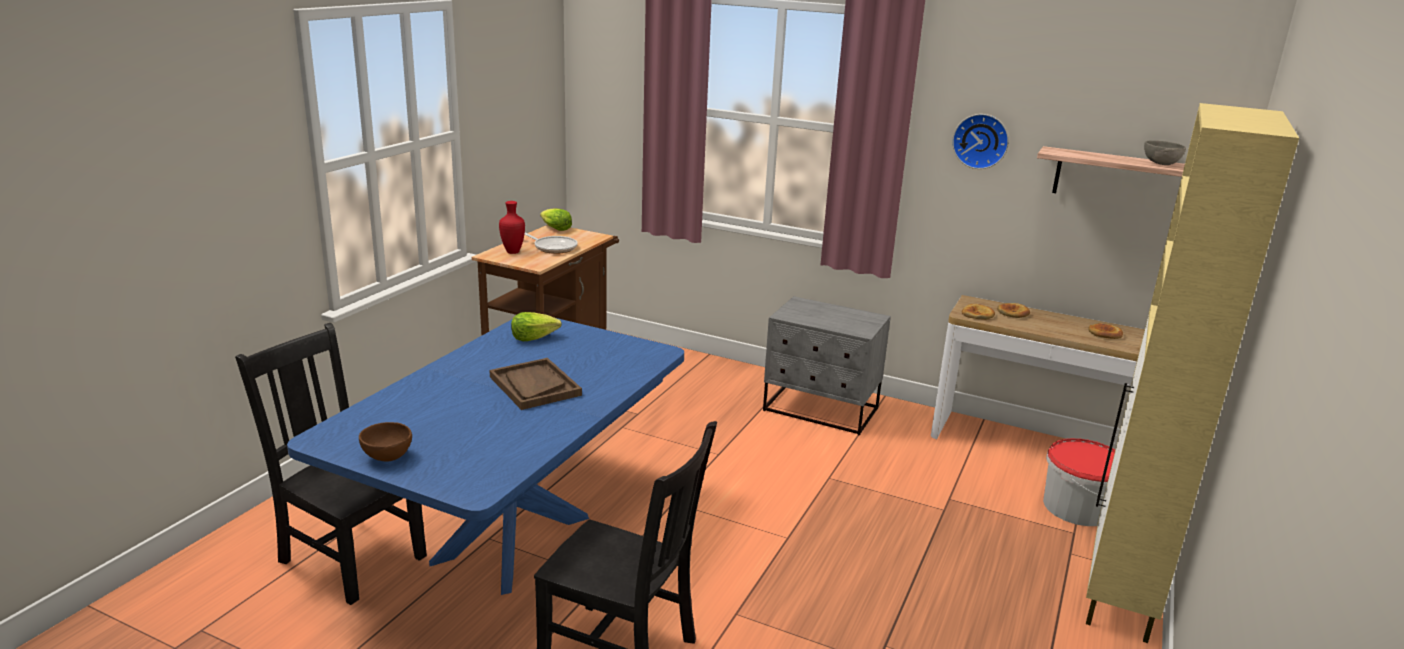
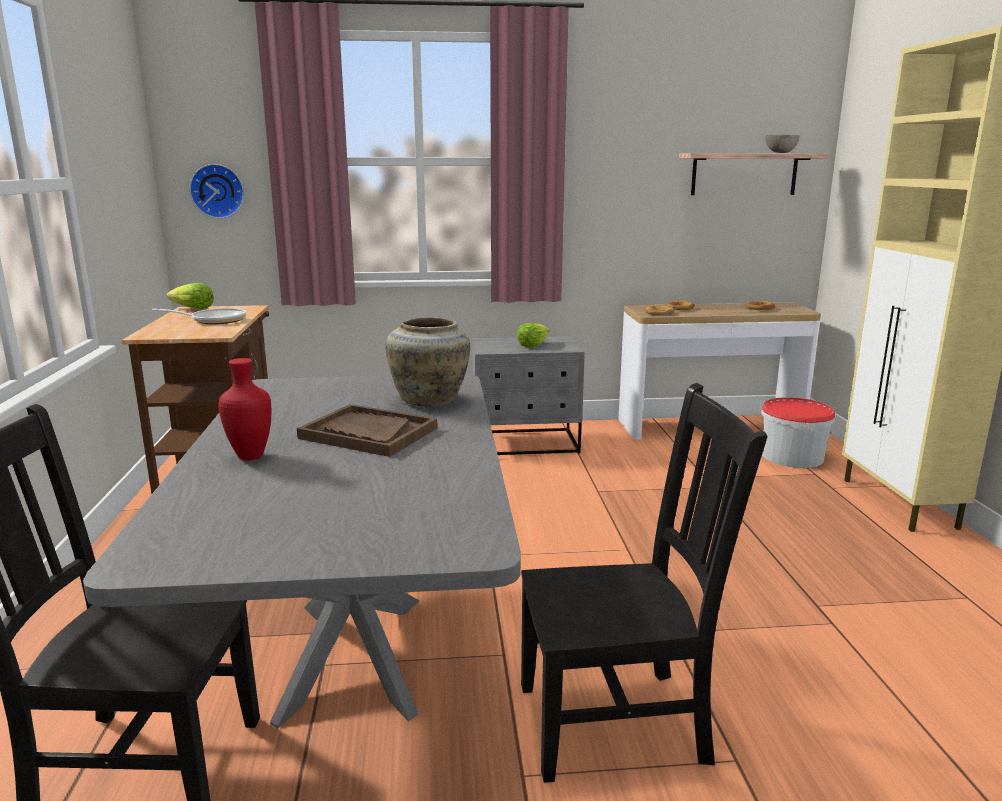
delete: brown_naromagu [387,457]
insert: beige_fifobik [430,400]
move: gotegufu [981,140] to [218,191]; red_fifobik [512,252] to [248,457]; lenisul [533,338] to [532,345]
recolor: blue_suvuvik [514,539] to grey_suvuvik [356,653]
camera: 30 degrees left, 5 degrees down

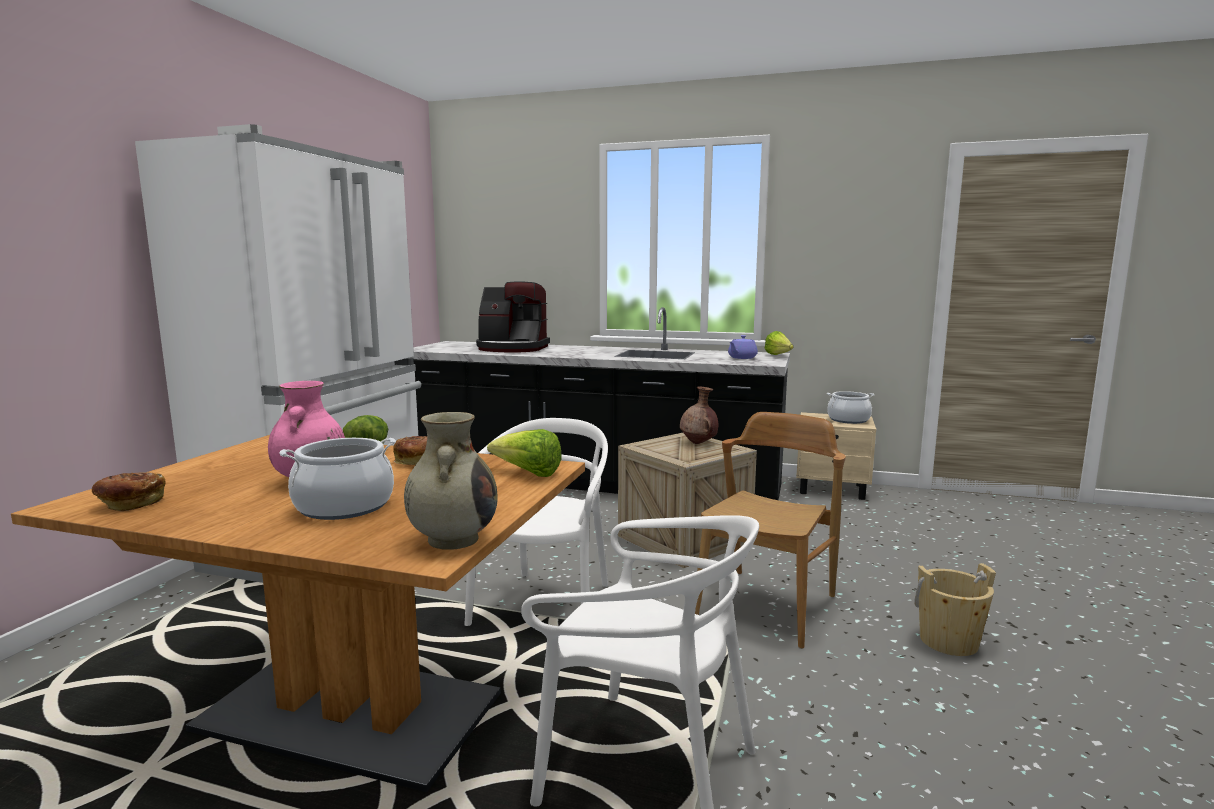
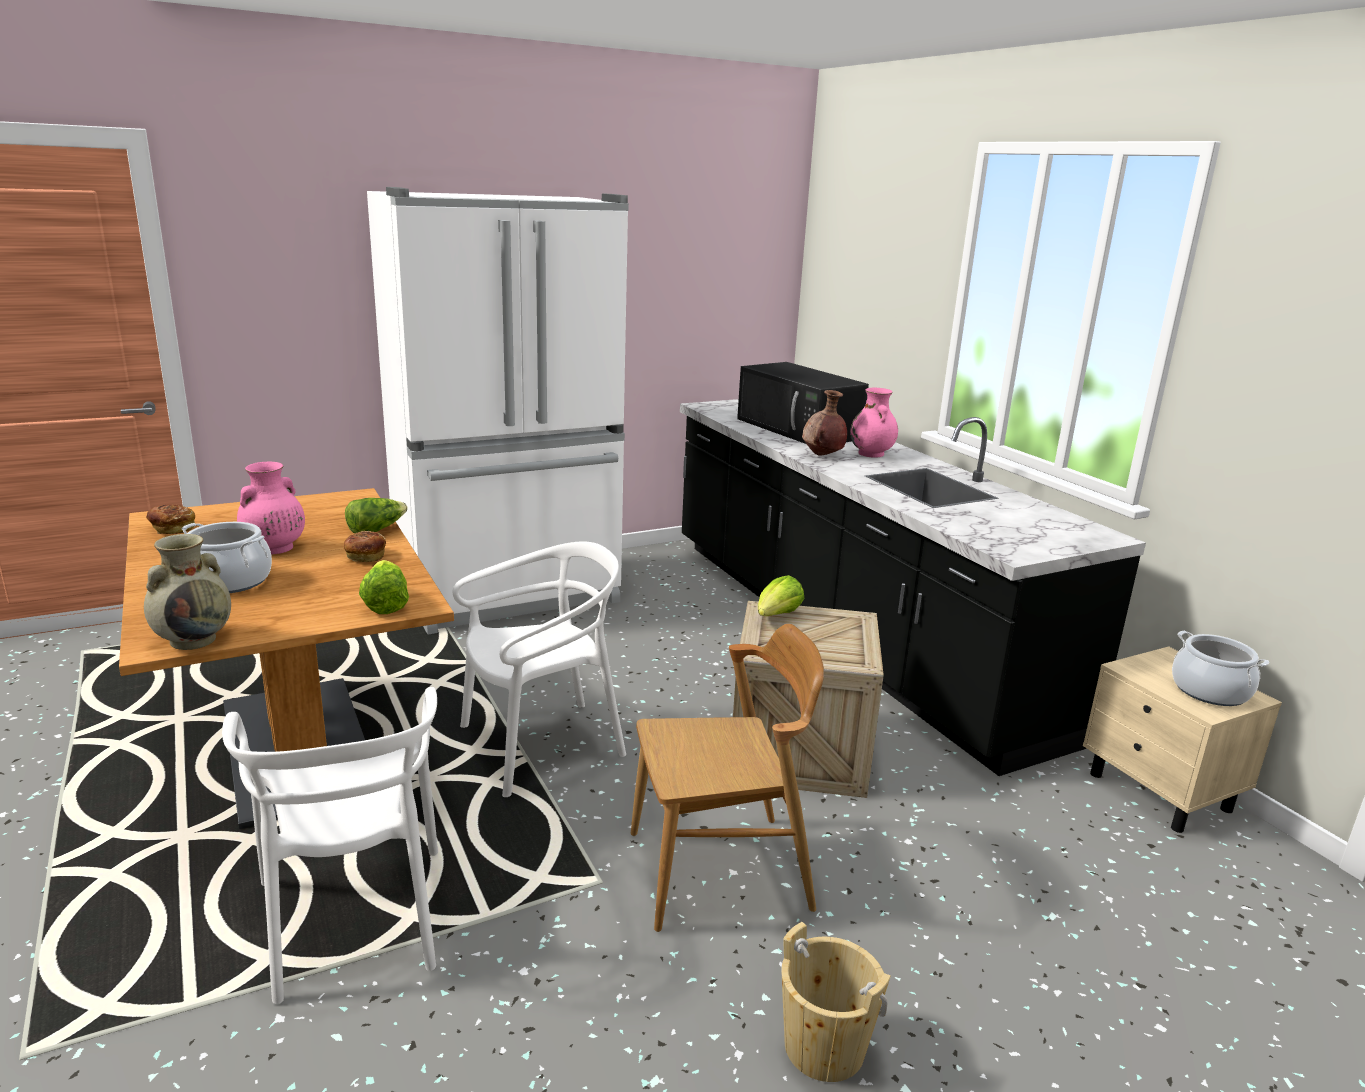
delete: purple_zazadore [741,358]
insert: pink_fifobik [871,454]
move: lenisul [779,356] to [777,616]; brown_fifobik [699,443] to [822,455]
replace: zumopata [512,348] to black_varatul [799,429]
camera: 45 degrees right, 10 degrees up

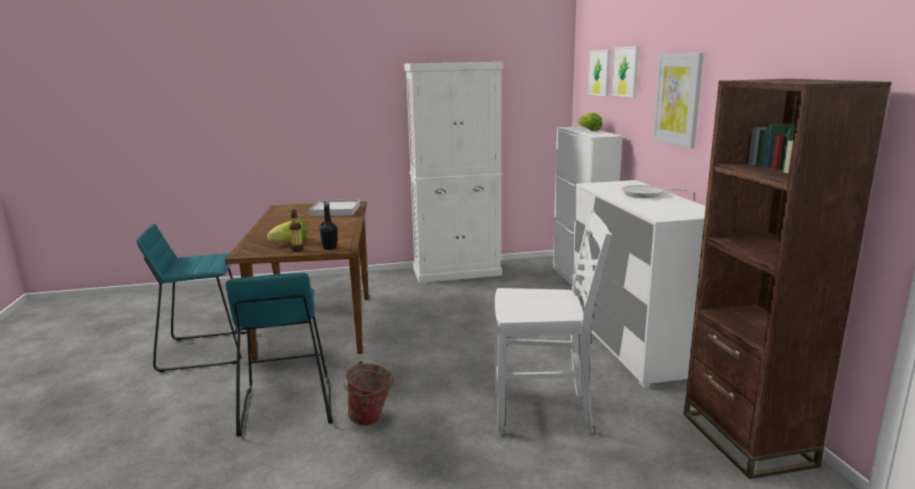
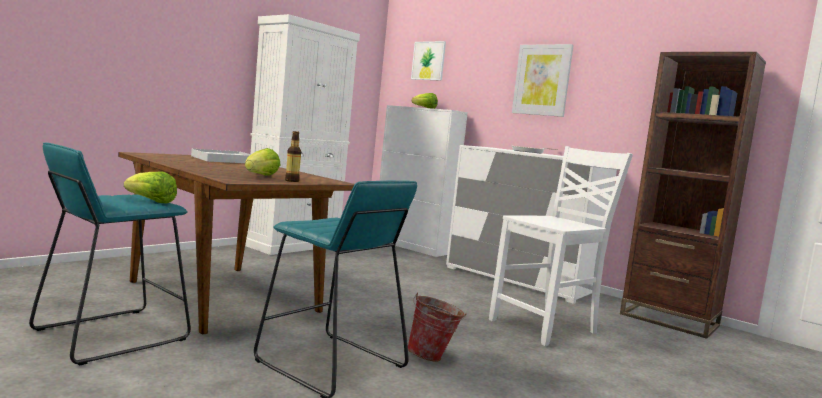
delete: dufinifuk [626,71]; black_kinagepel [330,248]
insert: lenisul [151,201]
camera: 40 degrees left, 10 degrees down

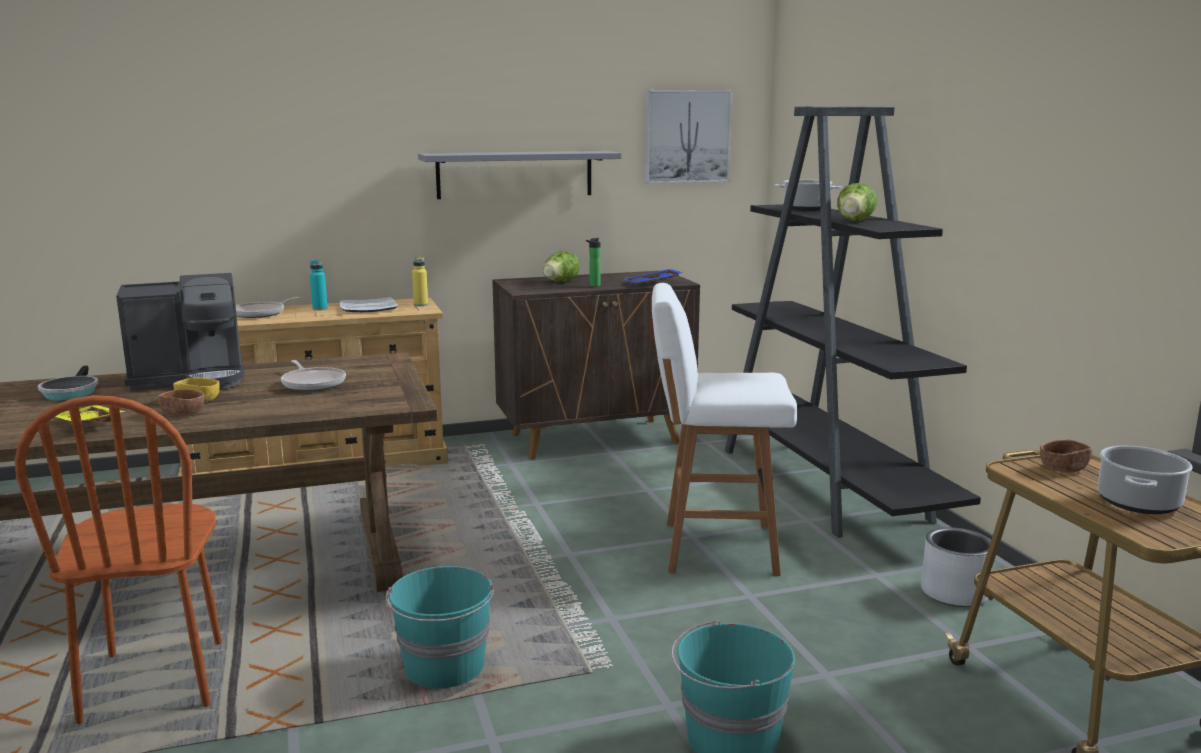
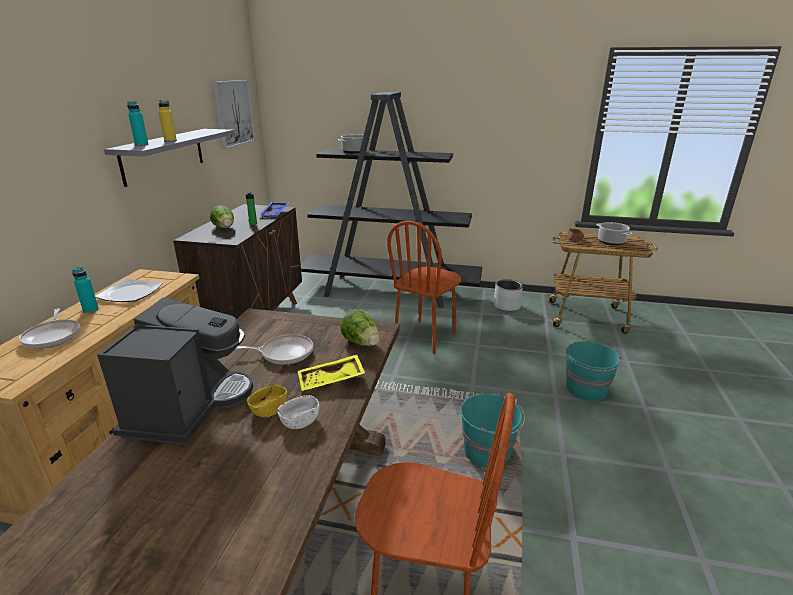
delete: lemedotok [70,392]
insert: turquoise_kinagepel [142,145]
move: lenisul [854,221] to [362,343]; yellow_kinagepel [421,305] to [170,141]; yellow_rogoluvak [85,425] to [331,380]
replace: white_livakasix [714,548] to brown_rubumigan [425,336]
recolor: brown_naromagu [183,413] to white_naromagu [300,421]
camera: 60 degrees left, 10 degrees up

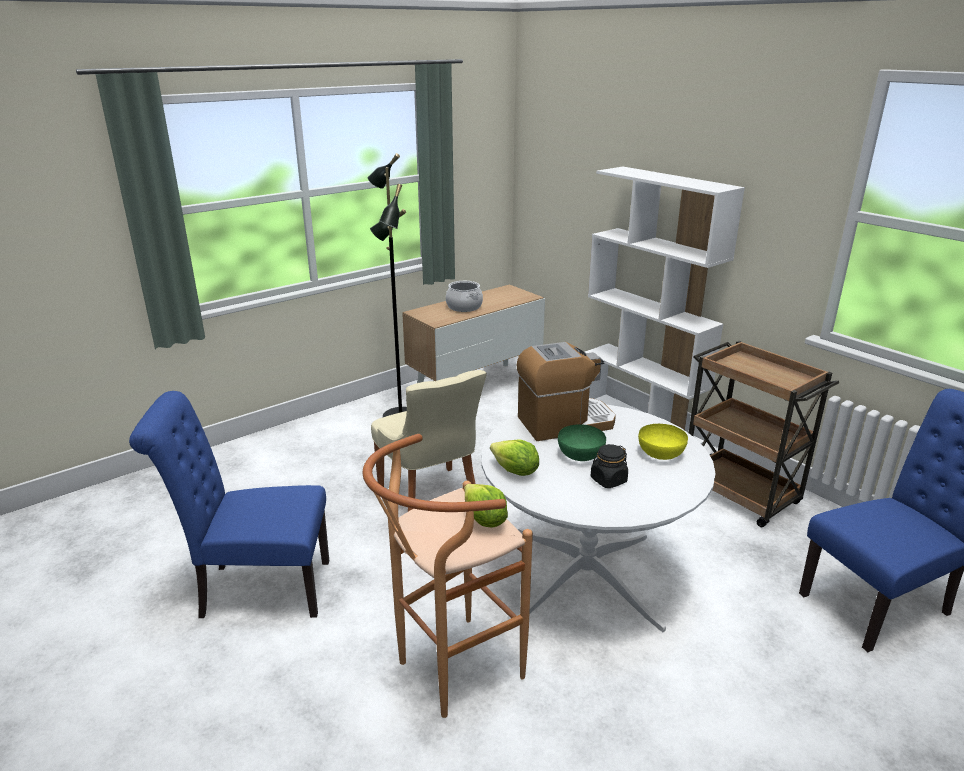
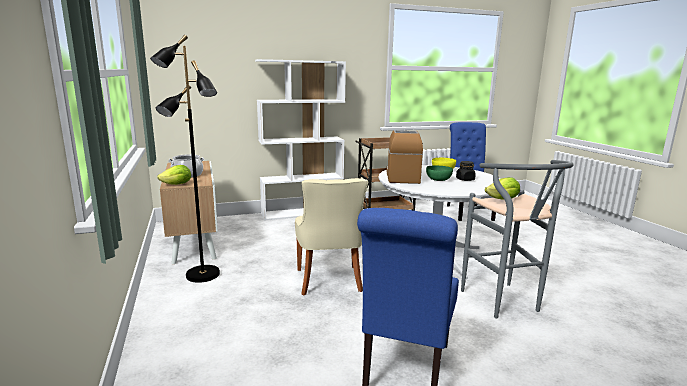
move: lenisul [515,471] to [177,184]
recolor: brown_livakasix [449,672] to grey_livakasix [504,304]
rotate: beige_rubumigan [431,498] = [329,281] 90 degrees clockwise
camera: 70 degrees left, 10 degrees down

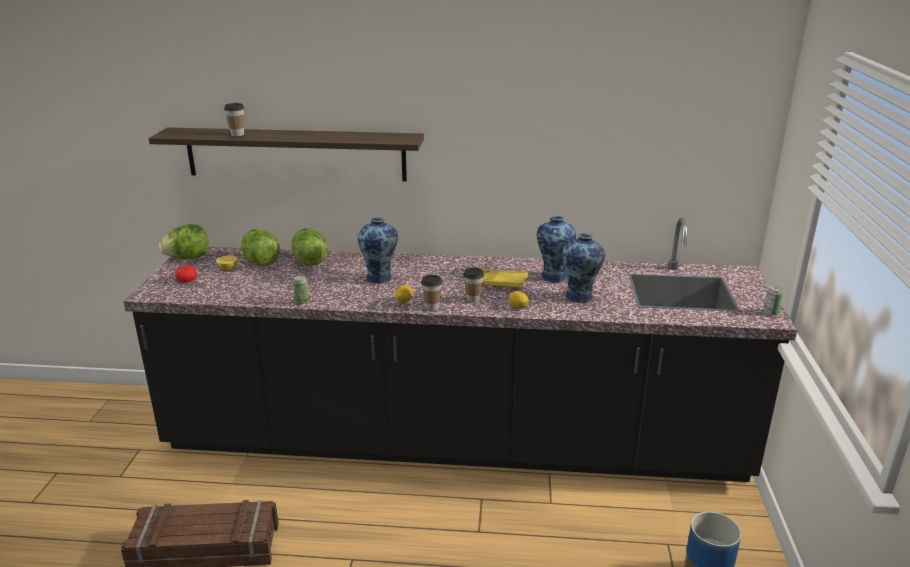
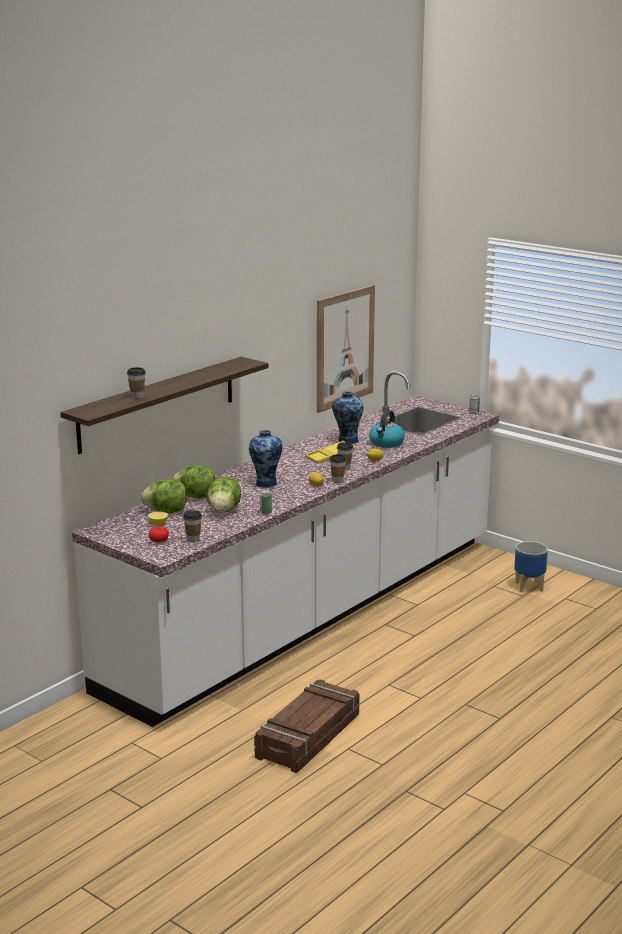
insert: dufinifuk [344,348]; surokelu [193,539]
move: lenisul [188,258] to [224,511]
replace: fifobik [580,297] to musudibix [386,443]
recolor: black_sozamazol [455,441] to white_sozamazol [311,612]
camera: 55 degrees left, 5 degrees down

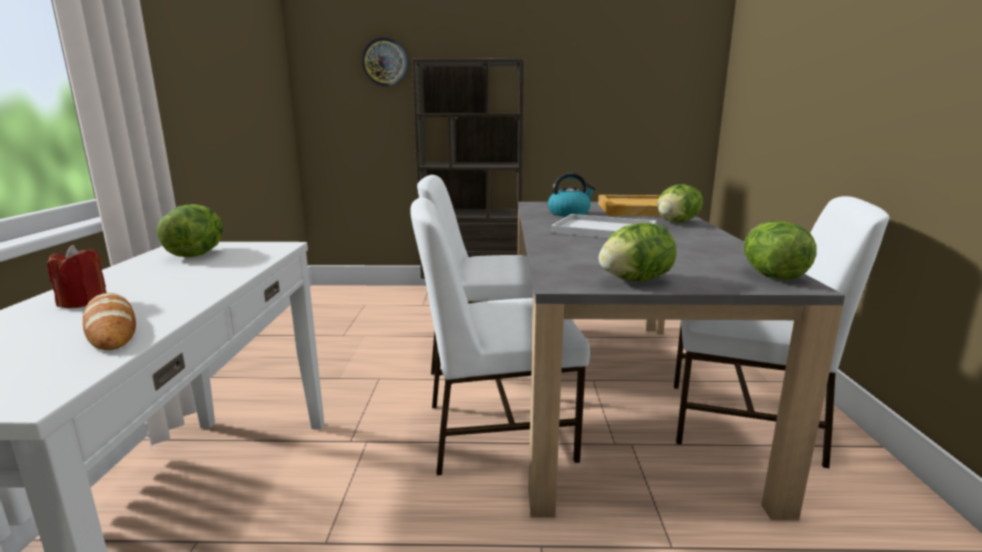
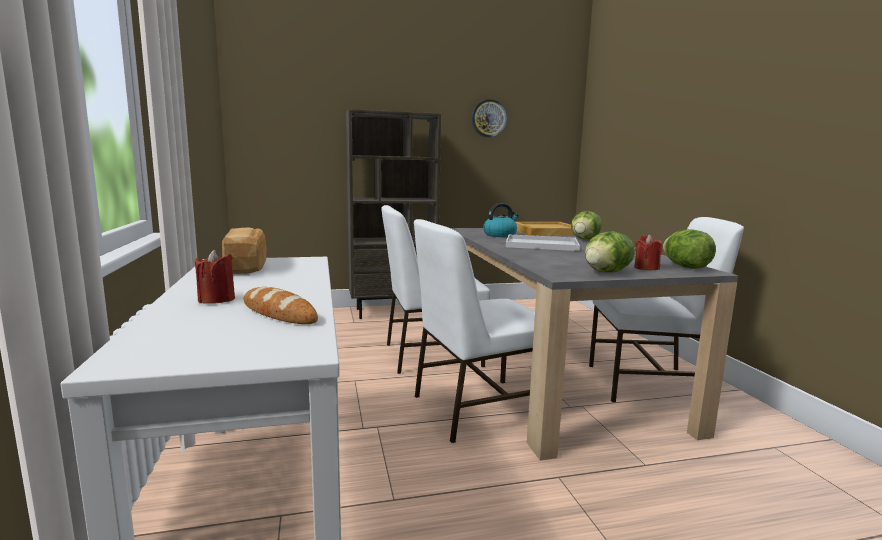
insert: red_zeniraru [646,268]
move: gotegufu [385,62] to [488,118]
replace: lenisul [197,254] to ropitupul [247,267]
camera: 15 degrees left, 5 degrees down

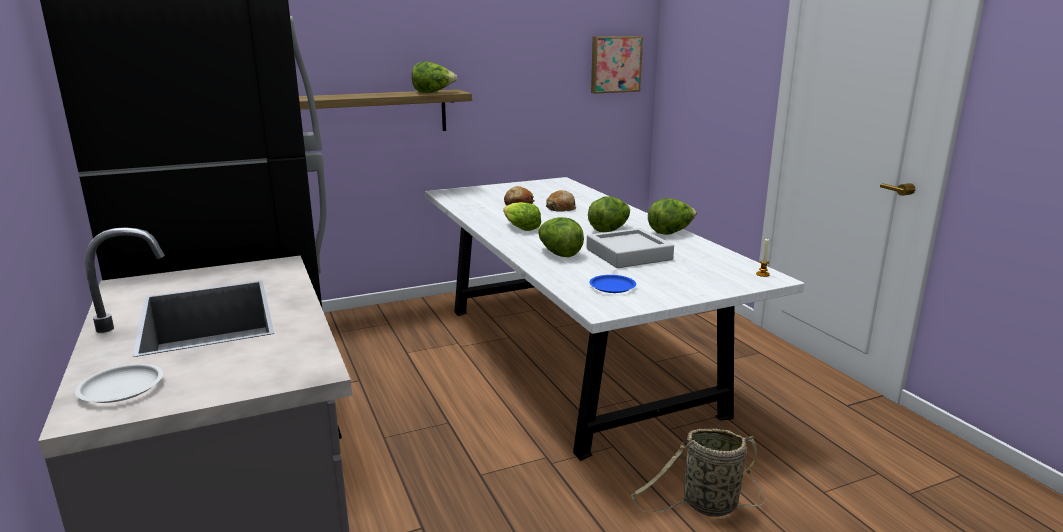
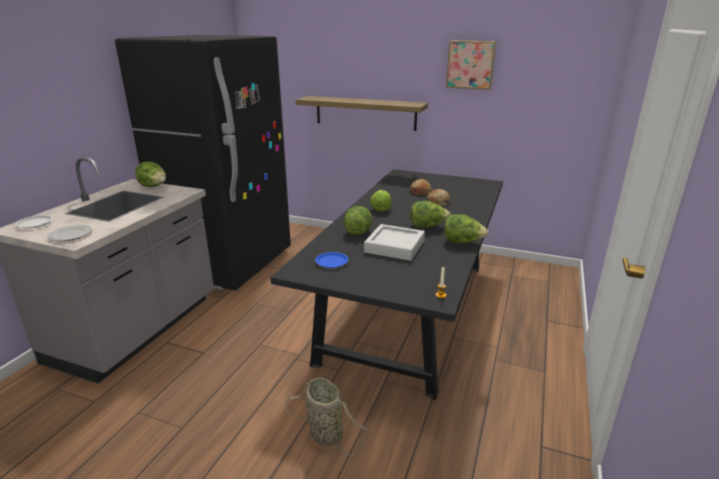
insert: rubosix [70,235]
move: dufinifuk [615,64] to [470,64]; lenisul [433,93] to [154,187]
recolor: white_suvuvik [572,357] to black_suvuvik [409,309]
camera: 45 degrees right, 5 degrees up

